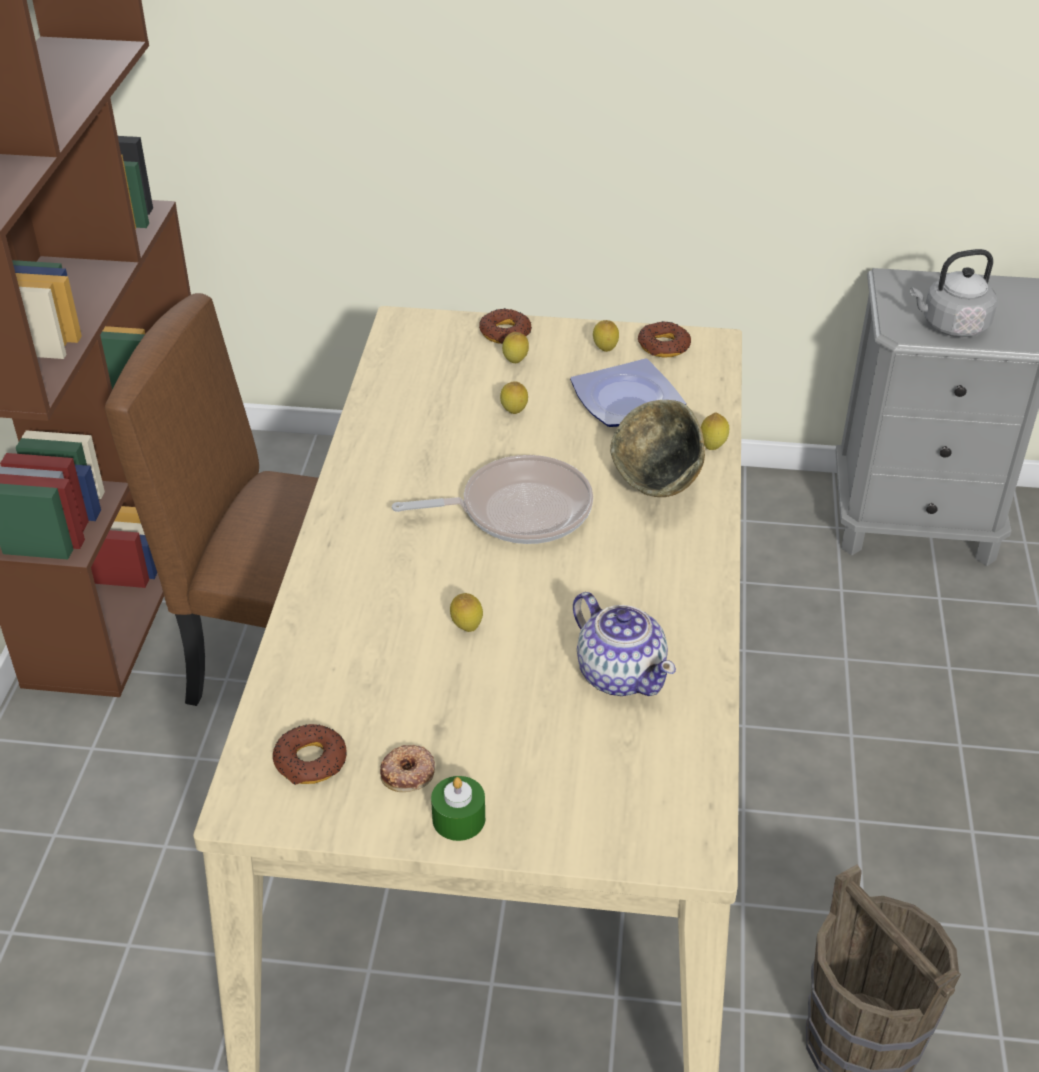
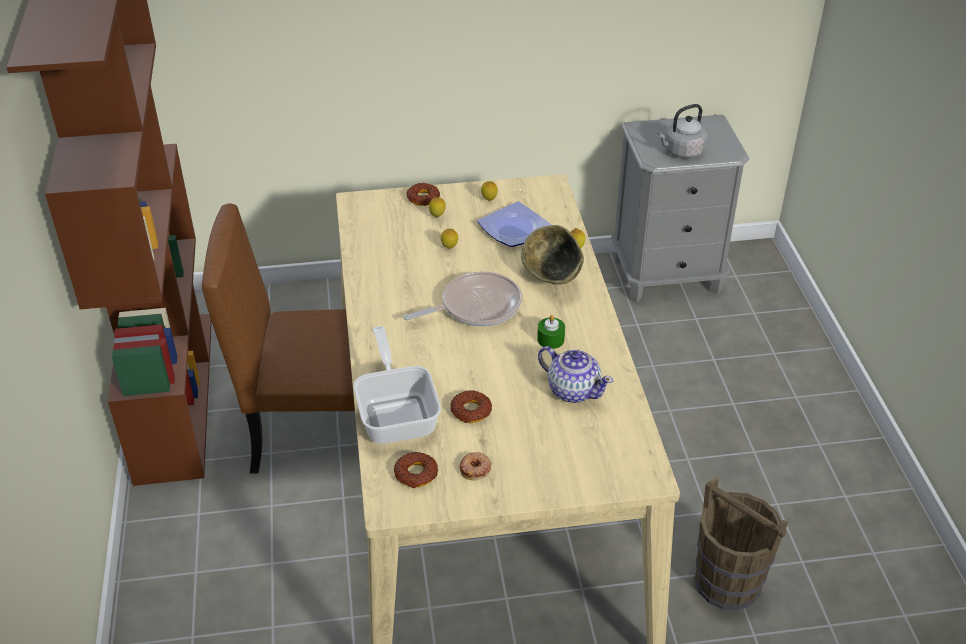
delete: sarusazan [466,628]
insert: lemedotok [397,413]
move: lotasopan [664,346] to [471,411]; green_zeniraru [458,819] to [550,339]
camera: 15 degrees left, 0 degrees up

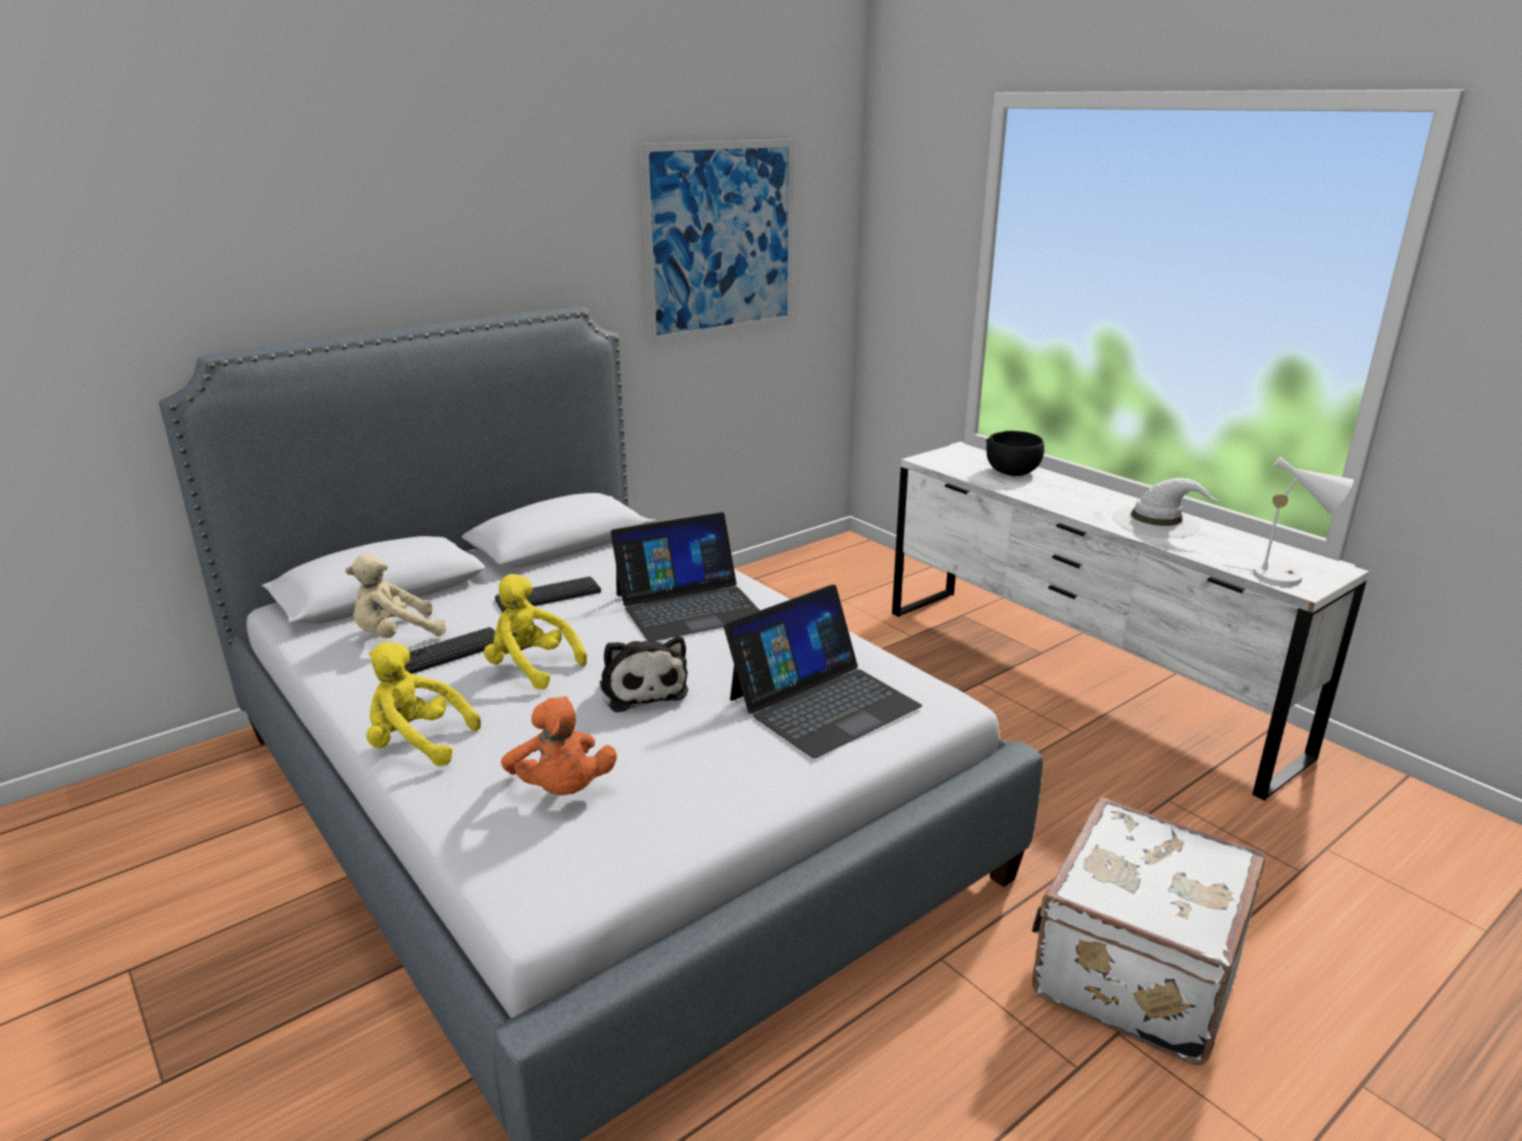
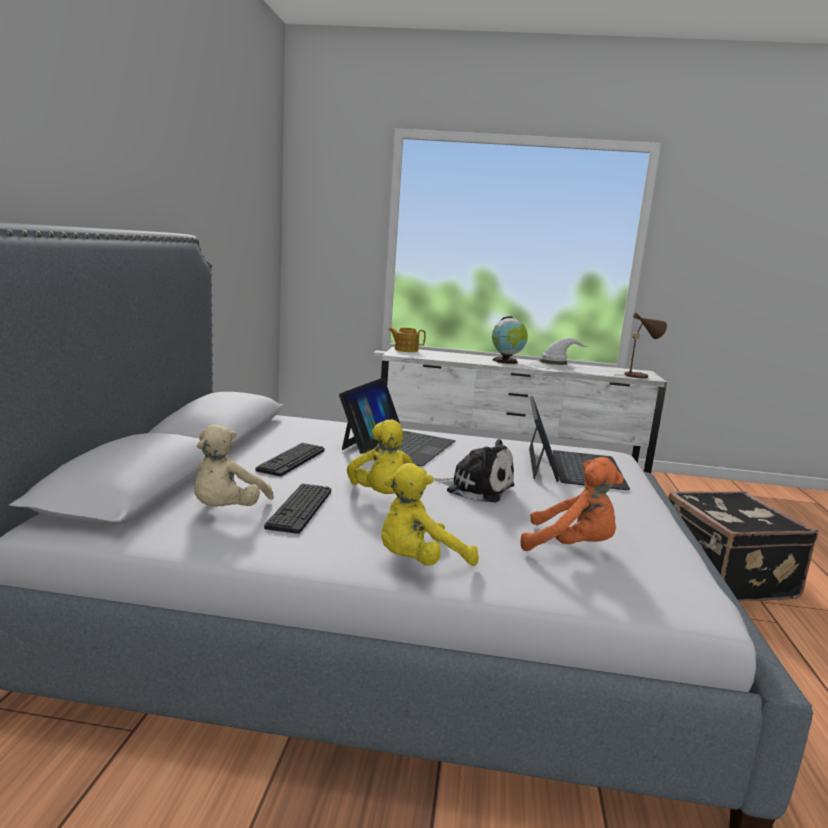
delete: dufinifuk [721,240]; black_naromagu [1012,471]
insert: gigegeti [506,361]; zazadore [405,350]
recolor: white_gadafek [1285,577] to brown_gadafek [638,376]; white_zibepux [1132,971] to black_zibepux [724,576]
rotate: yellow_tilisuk [531,667] = [384,498] 90 degrees counterclockwise
camera: 45 degrees left, 10 degrees down

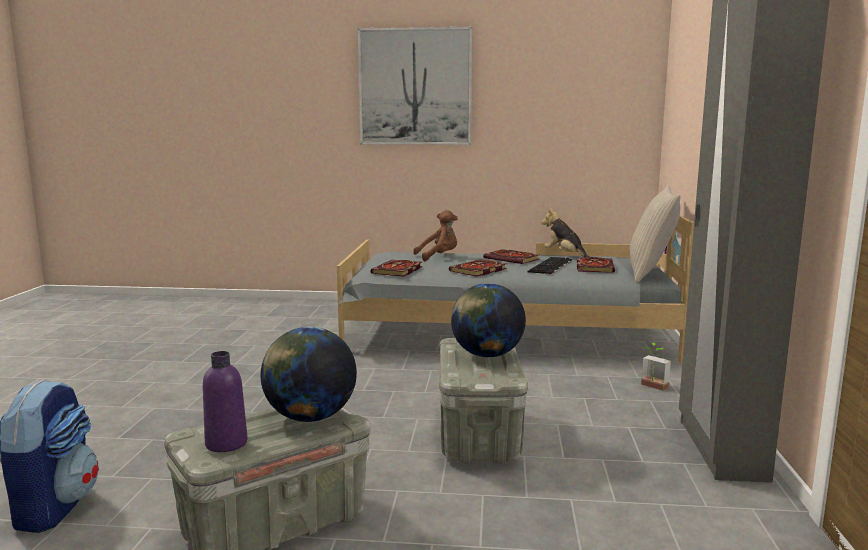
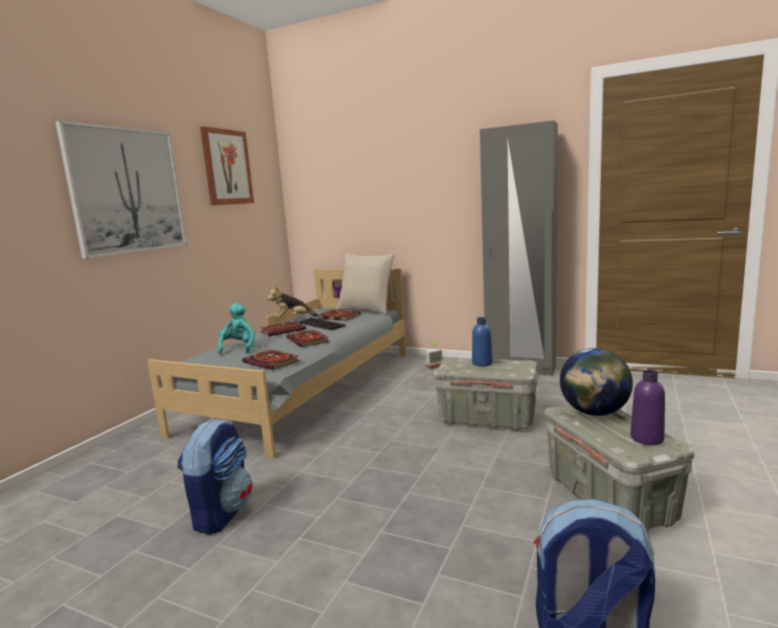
insert: dufinifuk [227,167]; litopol [221,513]
replace: gigegeti [486,355] to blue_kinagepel [482,363]
recolor: brown_tilisuk [438,257] to turquoise_tilisuk [238,348]
camera: 70 degrees left, 0 degrees up

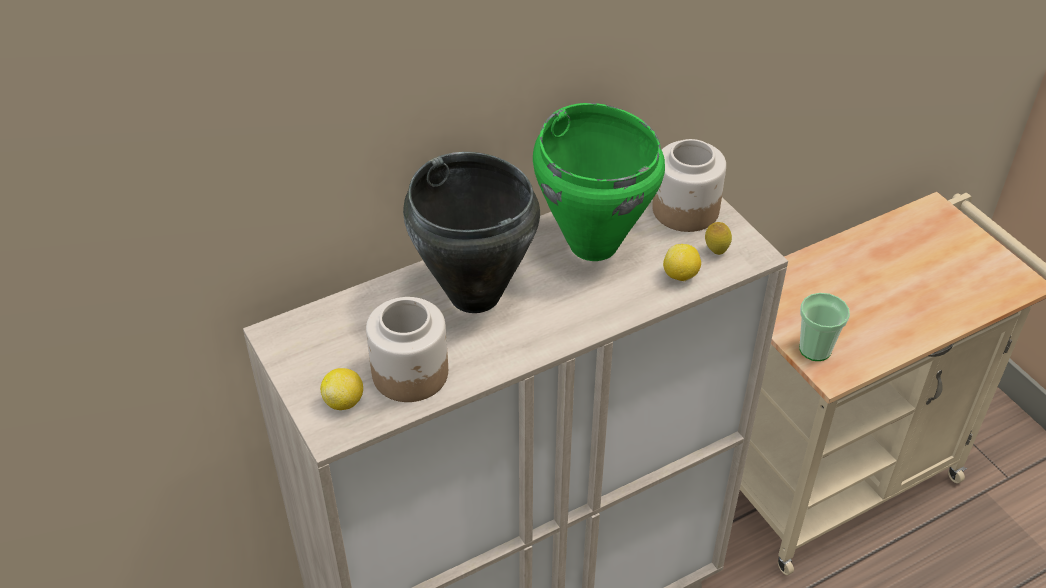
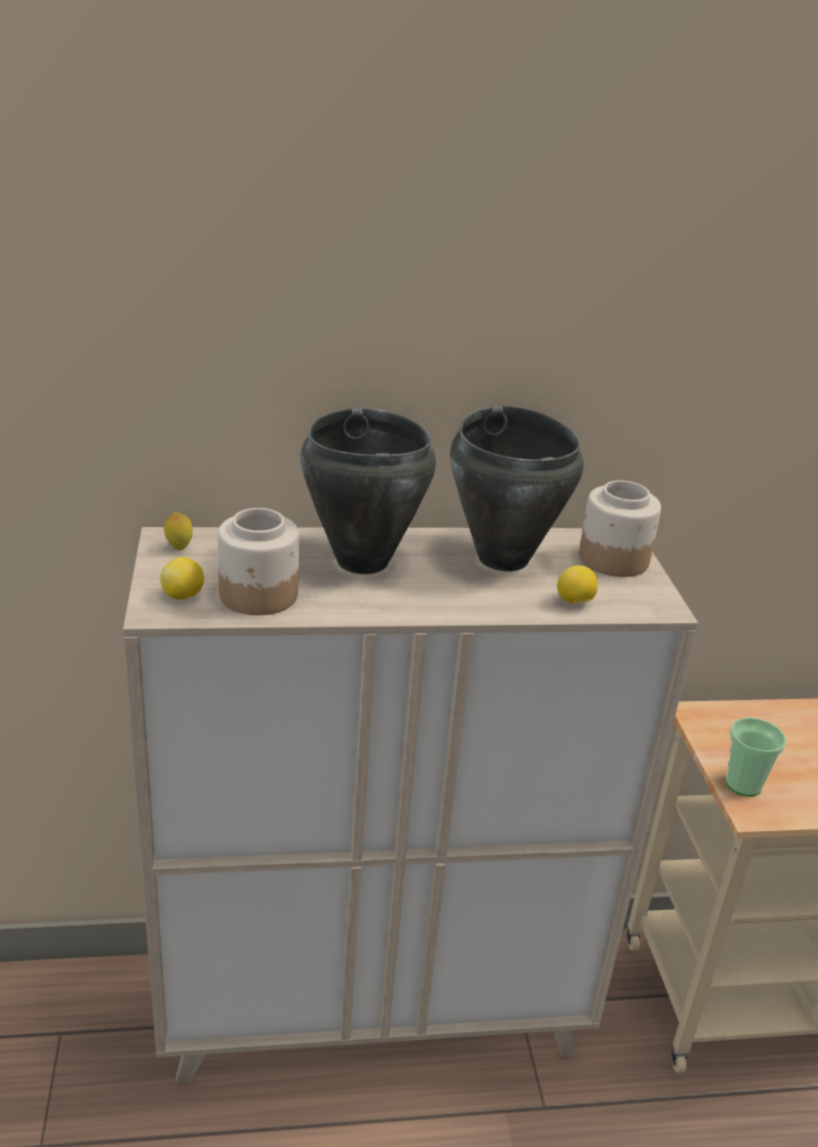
move: sarusazan [716,251] to [179,547]
recolor: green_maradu [593,243] to black_maradu [504,558]
camera: 20 degrees right, 15 degrees down

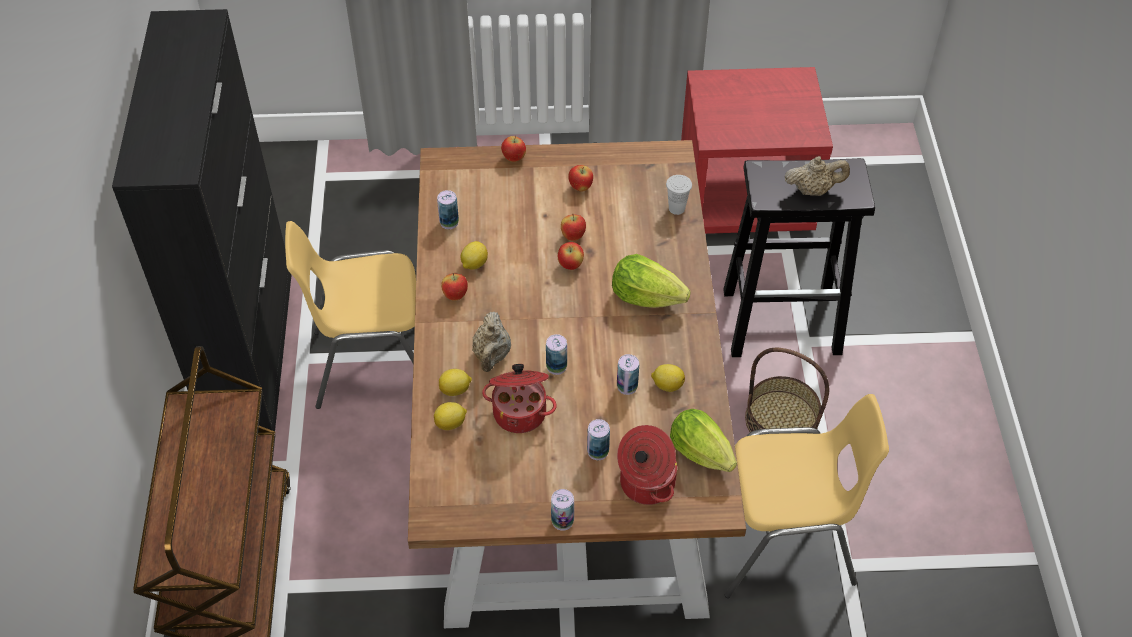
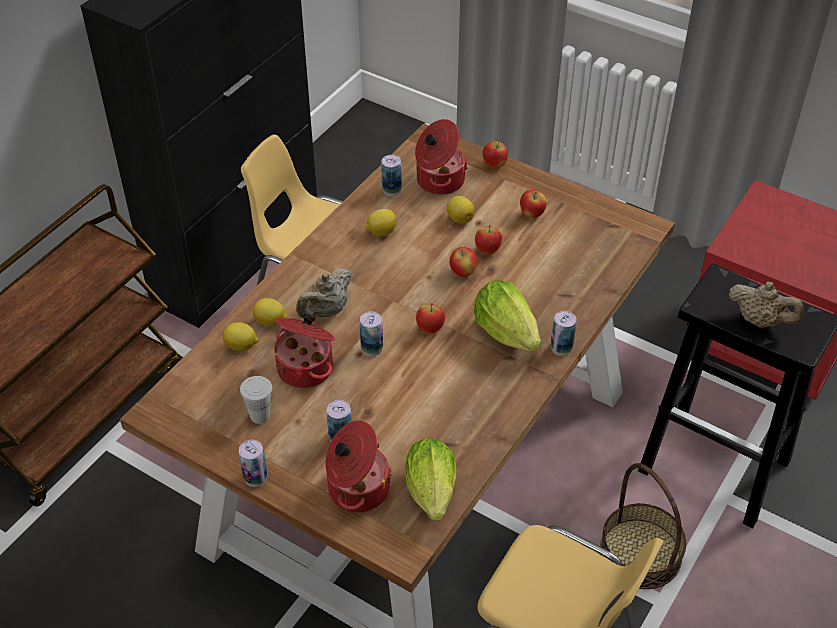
insert: maradu [438,180]
move: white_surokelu [676,208] to [260,416]; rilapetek [455,296] to [430,329]; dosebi [627,386] to [561,348]; sarusazan [667,385] to [459,218]
camera: 35 degrees right, 5 degrees down

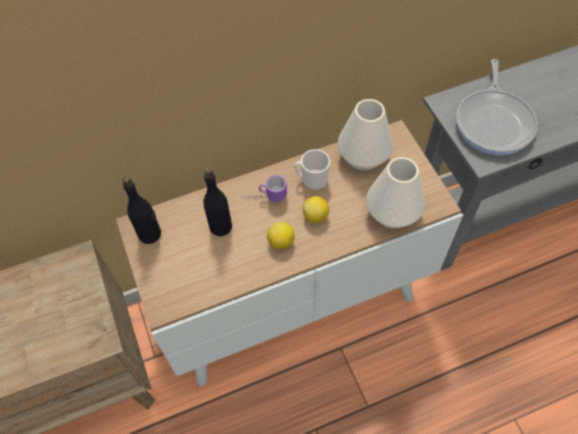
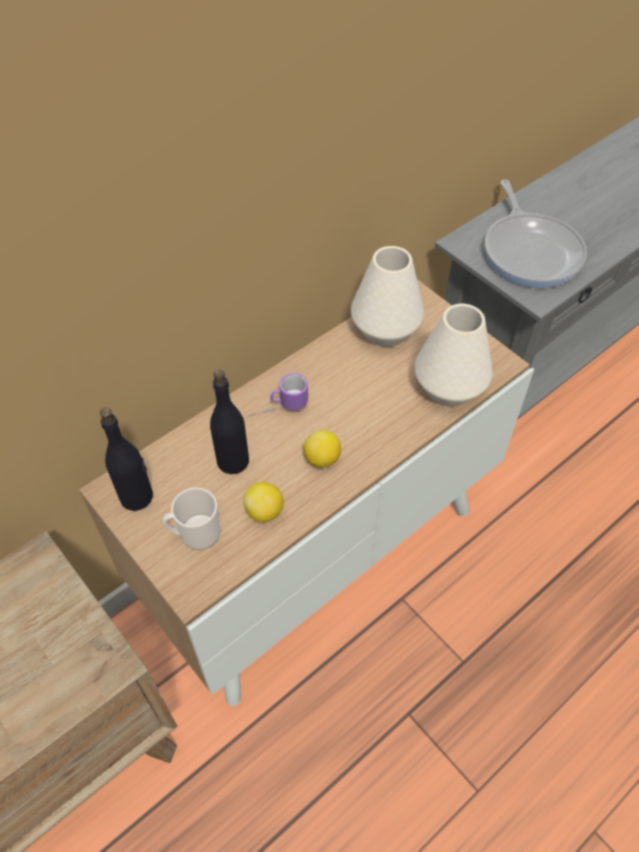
move: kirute [311,180] to [195,533]; sarusazan [315,216] to [265,511]
camera: 20 degrees left, 5 degrees down

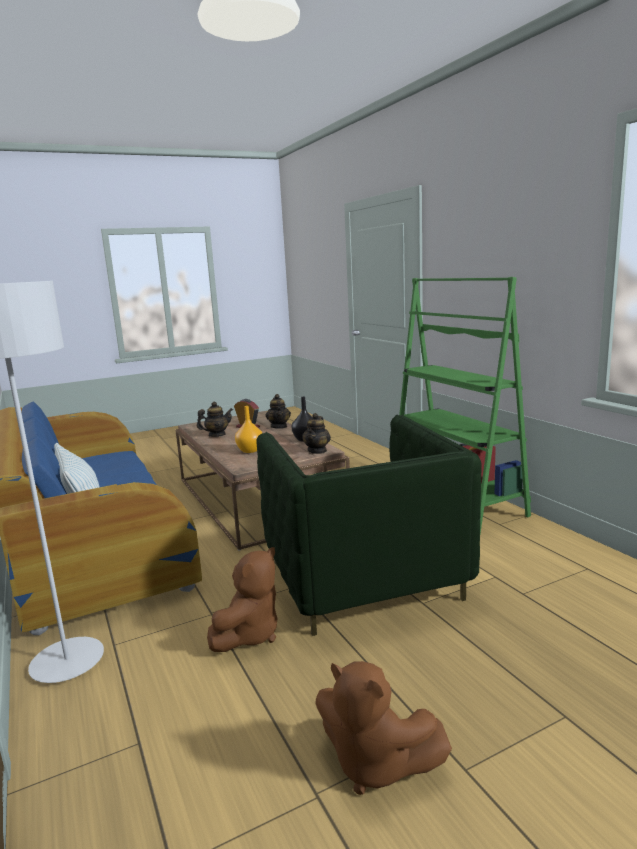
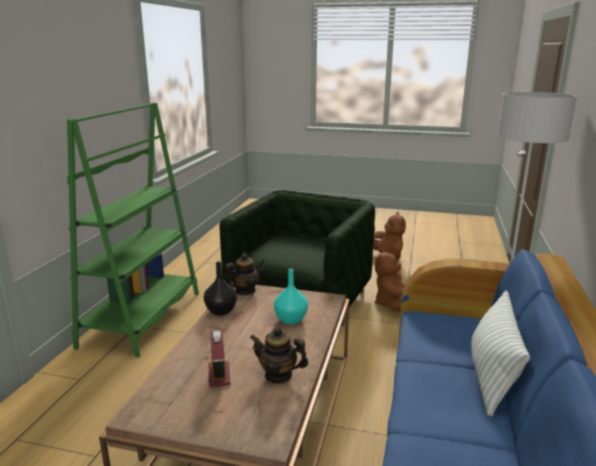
delete: zazadore [279,426]
recolor: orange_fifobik [250,450] to turquoise_fifobik [290,320]
rotate: brown_tilisuk [249,634] = [392,305] 60 degrees counterclockwise
camera: 140 degrees left, 5 degrees up

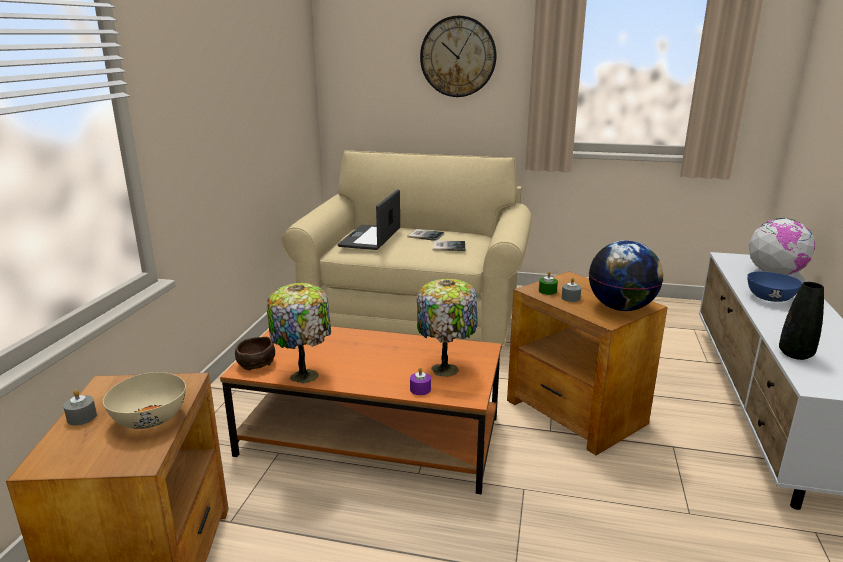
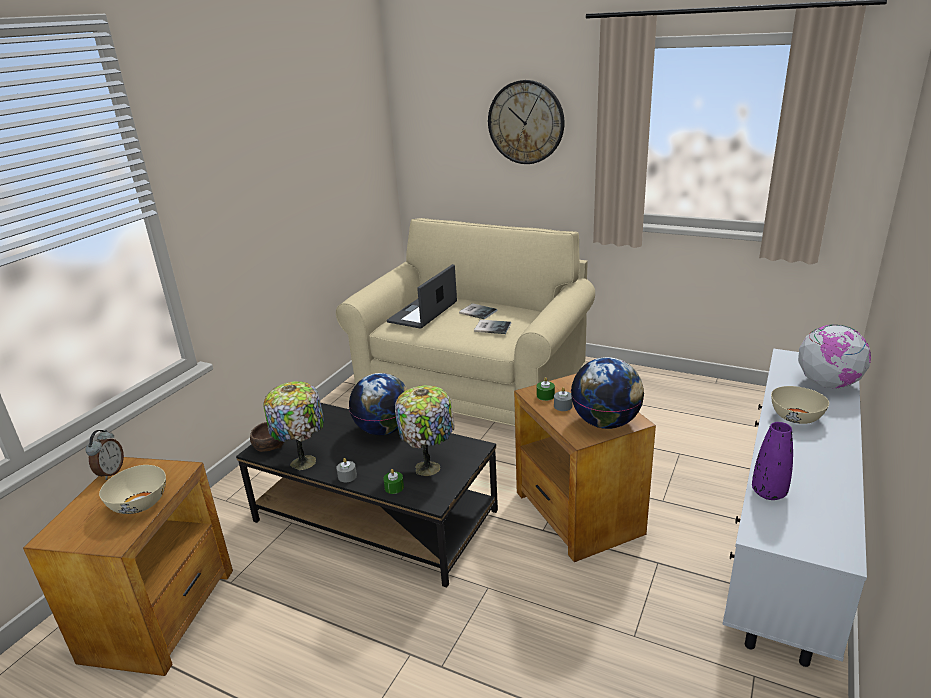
insert: gigegeti [384,430]; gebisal [110,472]
move: grey_zeniraru [82,417] to [347,476]
recolor: blue_naromagu [769,298] to beige_naromagu [795,417]; black_fifobik [795,354] to purple_fifobik [768,493]; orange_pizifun [370,435] to black_pizifun [375,515]; purple_zeniraru [420,389] to green_zeniraru [394,487]
camera: 15 degrees right, 5 degrees up

